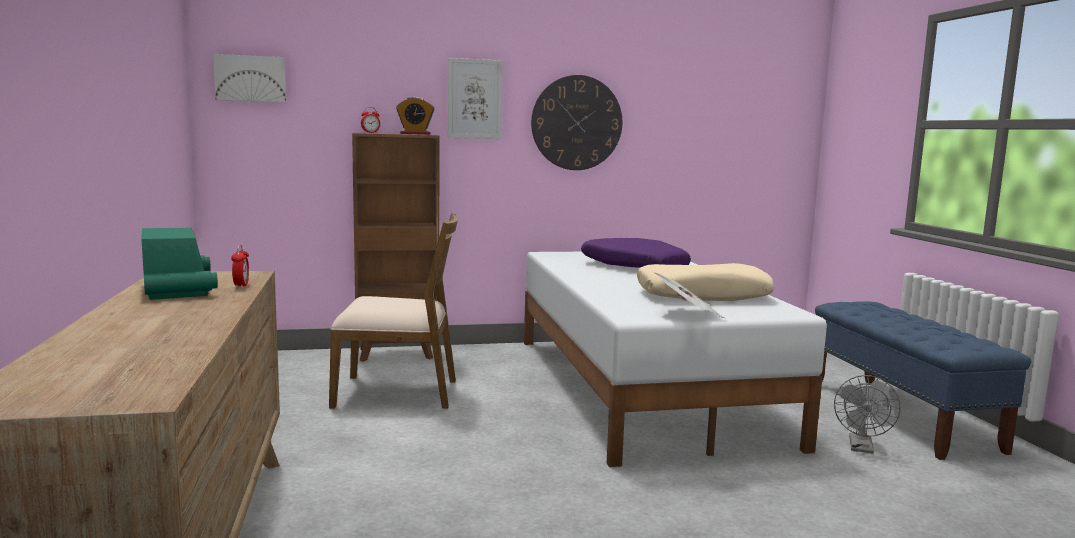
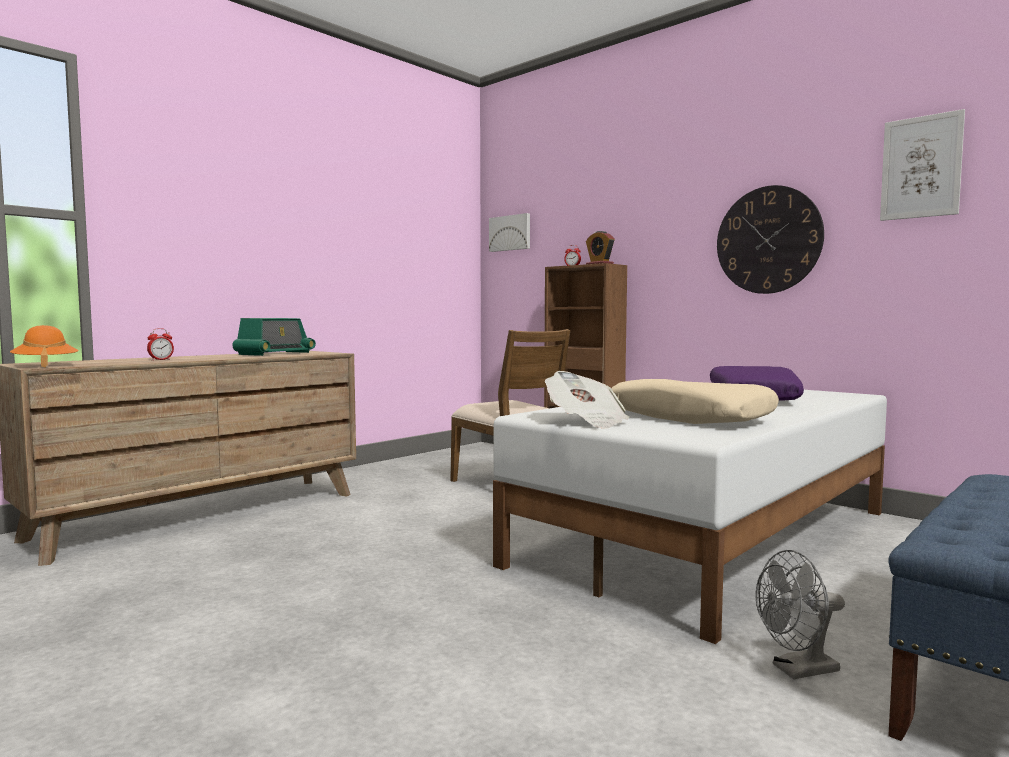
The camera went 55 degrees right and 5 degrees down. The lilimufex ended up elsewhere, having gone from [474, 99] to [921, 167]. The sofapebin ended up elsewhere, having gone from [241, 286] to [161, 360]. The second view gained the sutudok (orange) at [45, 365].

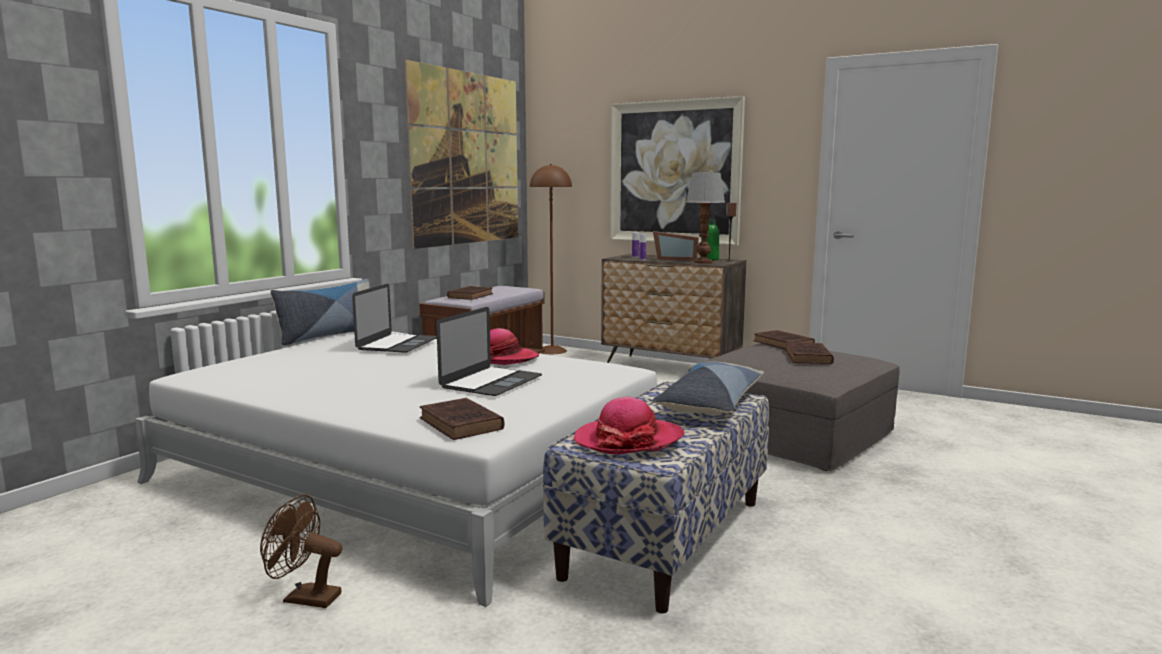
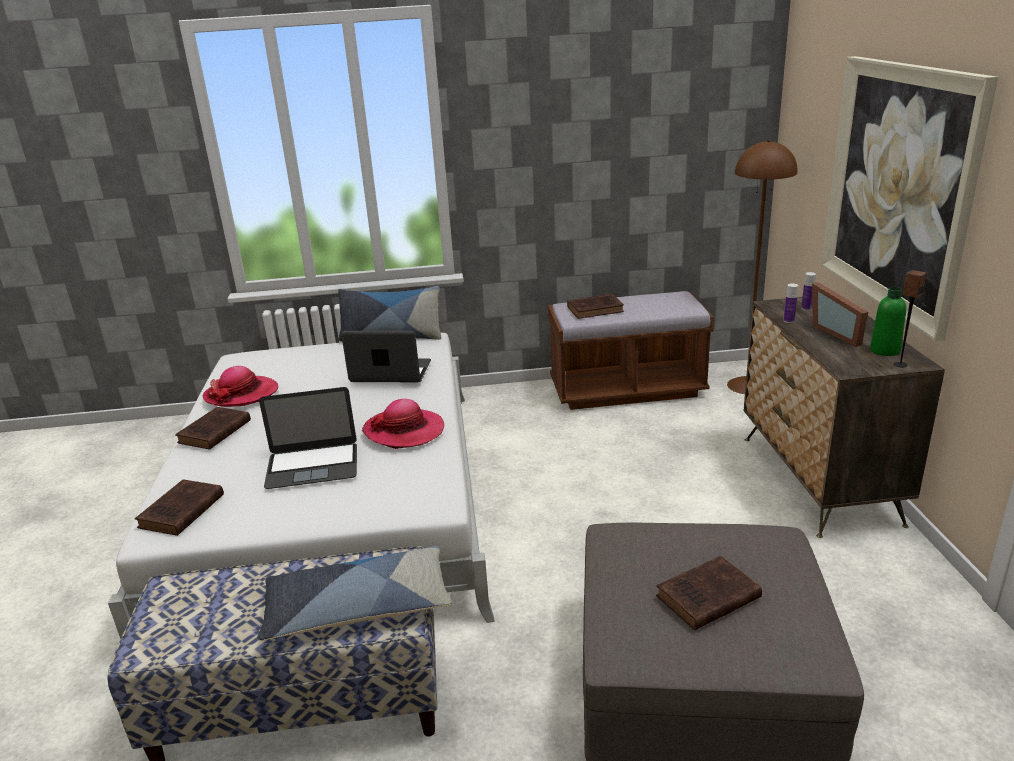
The camera went 55 degrees right and 15 degrees up. The second view lost the lilimufex at [467, 159]. The second view lost the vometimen at [703, 263]. The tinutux at [397, 343] ended up facing another way, 150 degrees counterclockwise from before. The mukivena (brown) ended up elsewhere, having gone from [784, 344] to [213, 433]. The sutudok ended up elsewhere, having gone from [628, 440] to [241, 394]. The second view lost the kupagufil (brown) at [304, 598].

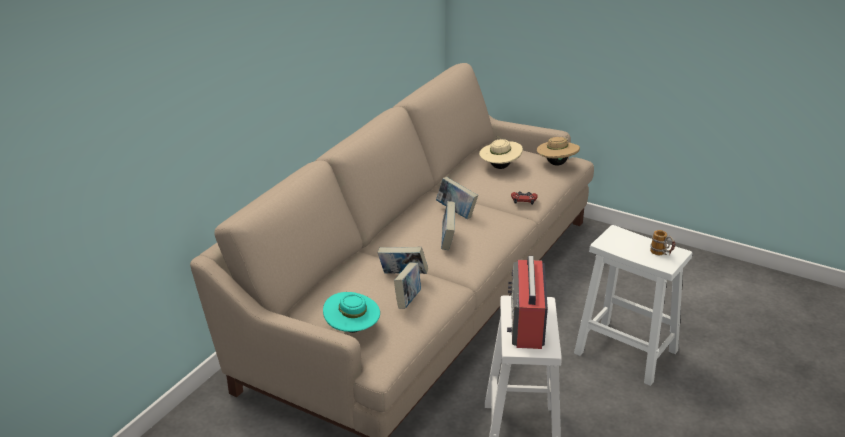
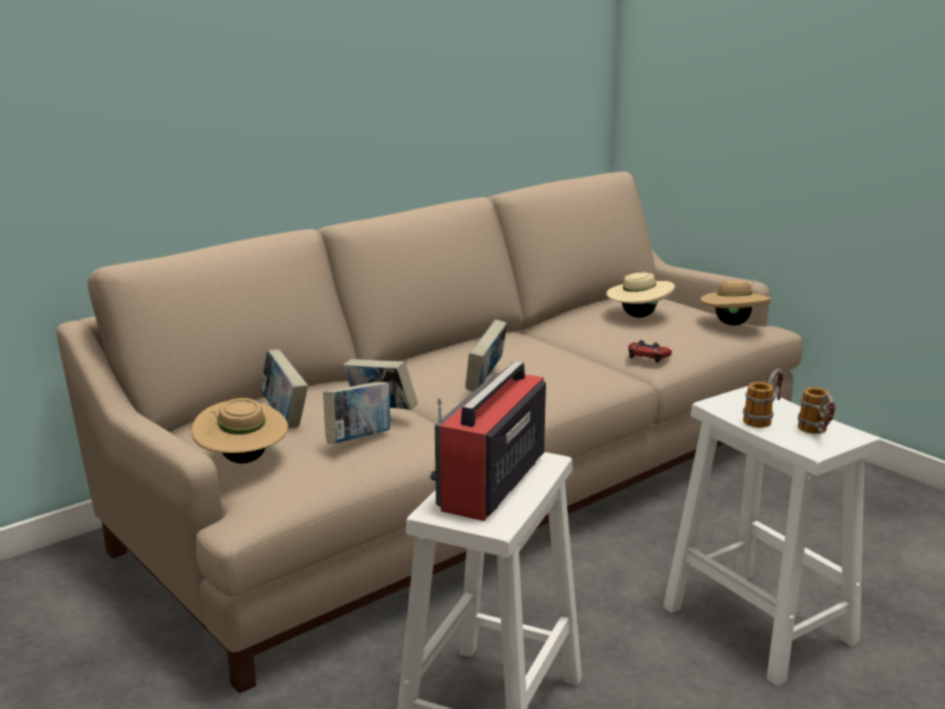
The camera went 20 degrees right and 10 degrees down. The mukivena ended up elsewhere, having gone from [456, 212] to [285, 416]. What was the sutudok (turquoise) at [352, 329] turned into the sutudok (beige) at [243, 460]. The second view gained the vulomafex at [763, 418].

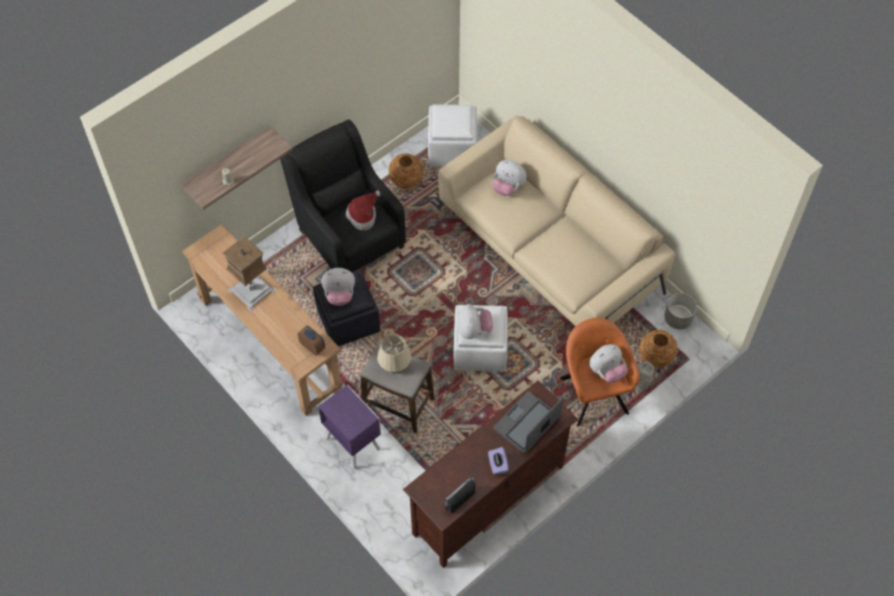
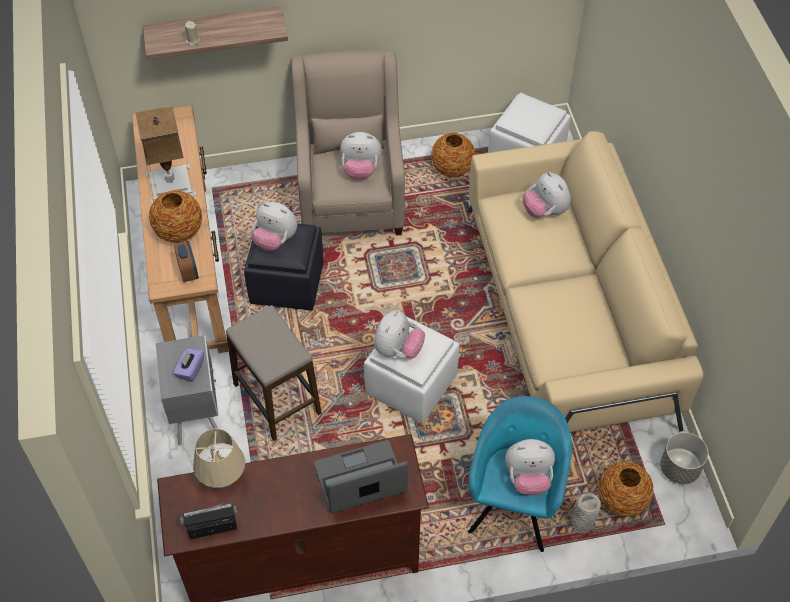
The camera went 30 degrees right and 5 degrees down. What was the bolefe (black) at [349, 235] turned into the bolefe (beige) at [351, 196]. Where the sutudok stood at [363, 215], the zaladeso came to stand at [360, 170]. What was the bolefe (orange) at [593, 392] turned into the bolefe (turquoise) at [514, 502]. The vometimen (beige) ended up elsewhere, having gone from [395, 368] to [224, 482]. What was the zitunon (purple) at [353, 442] turned into the zitunon (grey) at [198, 415]. The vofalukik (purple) ended up elsewhere, having gone from [497, 465] to [190, 370]. The second view gained the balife at [179, 232].

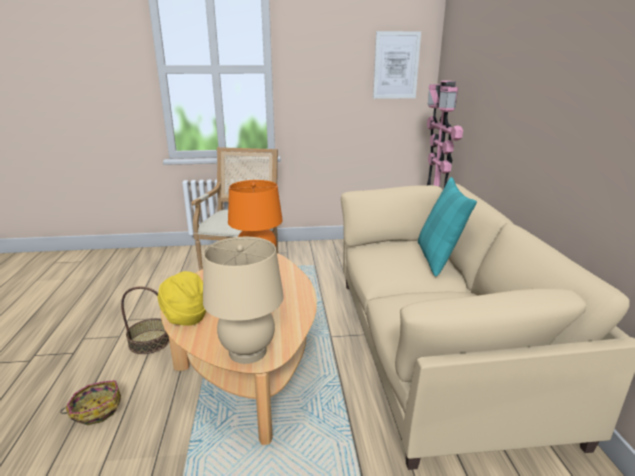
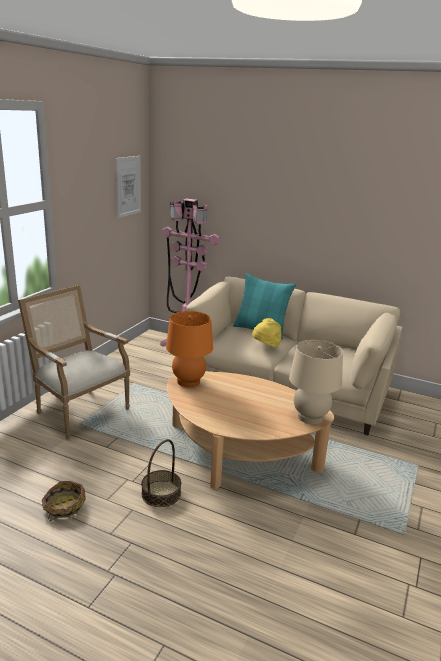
The camera went 60 degrees left and 0 degrees up. The sutudok (yellow) ended up elsewhere, having gone from [185, 317] to [266, 347]. The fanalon ended up elsewhere, having gone from [96, 409] to [64, 507].

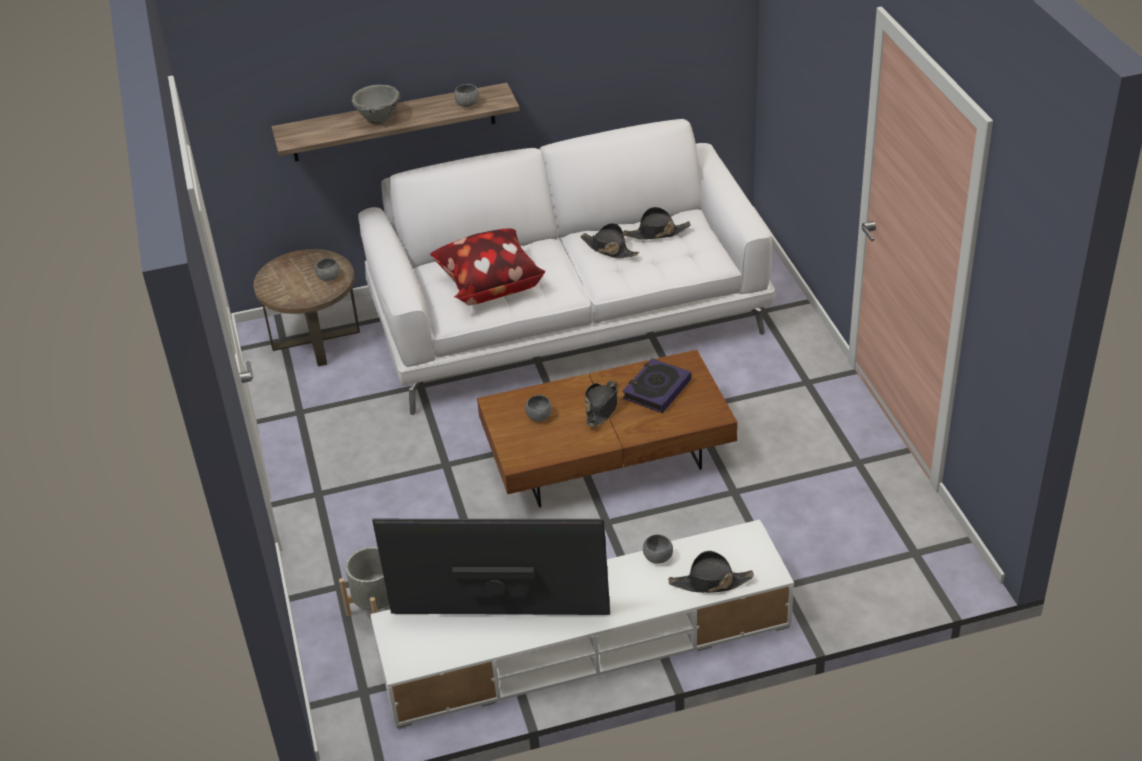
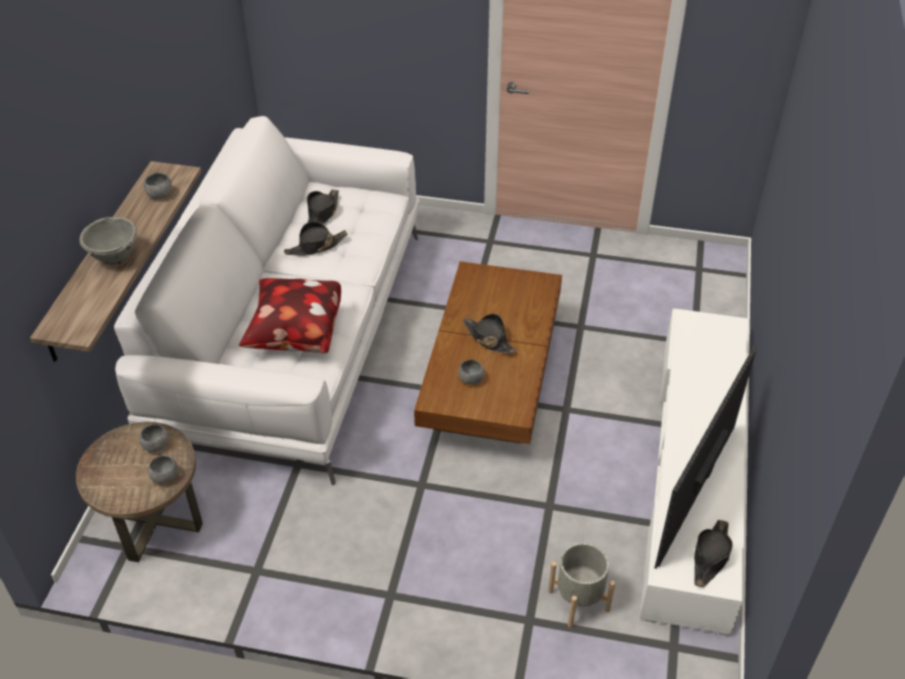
The camera went 65 degrees left and 5 degrees up. The second view lost the mukivena at [656, 389]. The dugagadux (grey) ended up elsewhere, having gone from [658, 558] to [165, 477]. The sutudok (black) ended up elsewhere, having gone from [710, 582] to [710, 556].

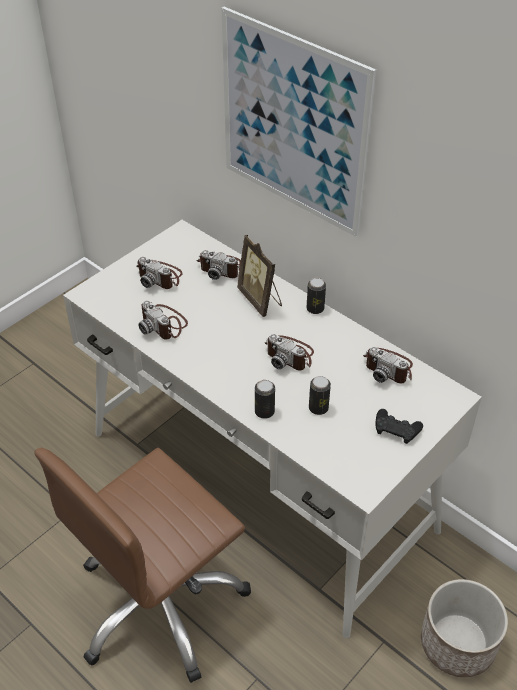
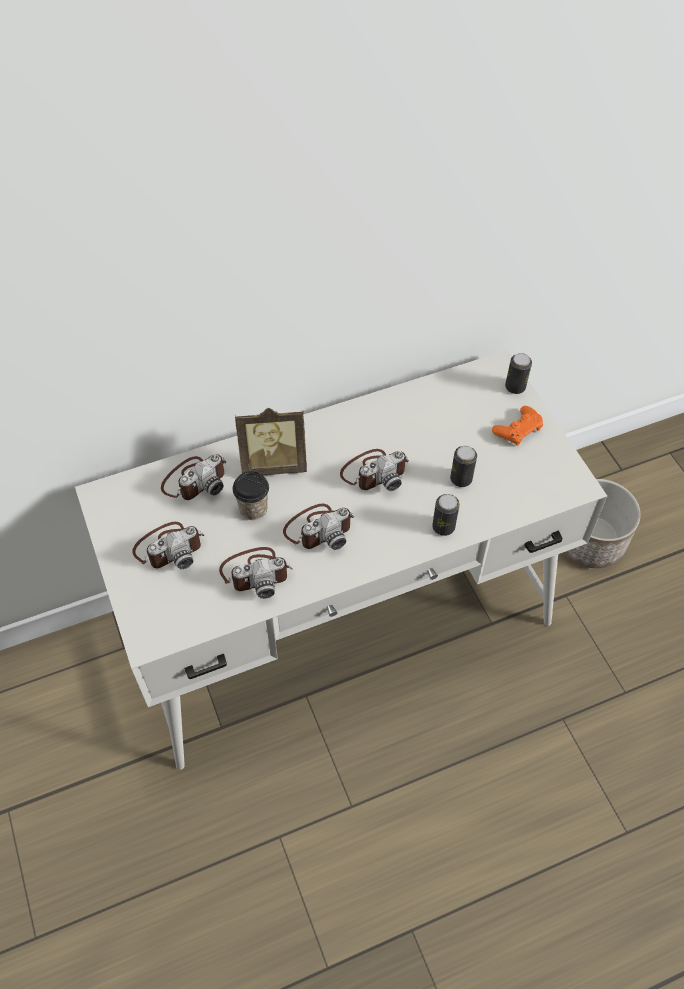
The camera went 65 degrees left and 10 degrees up. The second view lost the lilimufex at [293, 124]. The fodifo ended up elsewhere, having gone from [315, 309] to [515, 387]. The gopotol ended up elsewhere, having gone from [388, 367] to [319, 528]. What was the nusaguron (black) at [396, 429] turned into the nusaguron (orange) at [518, 429]. The second view lost the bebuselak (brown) at [161, 603]. The second view gained the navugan at [253, 509].

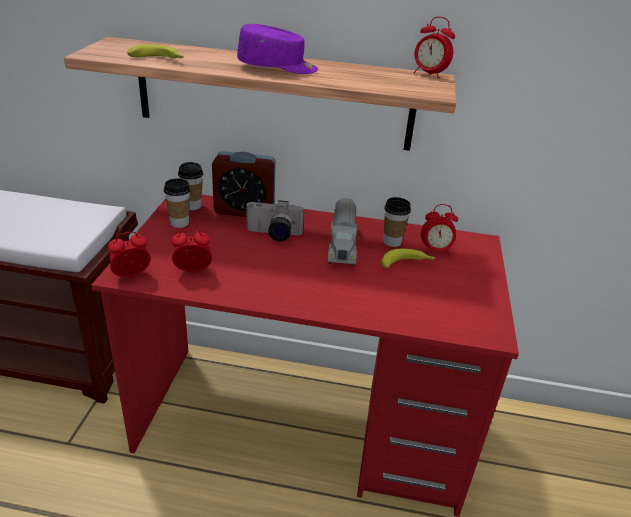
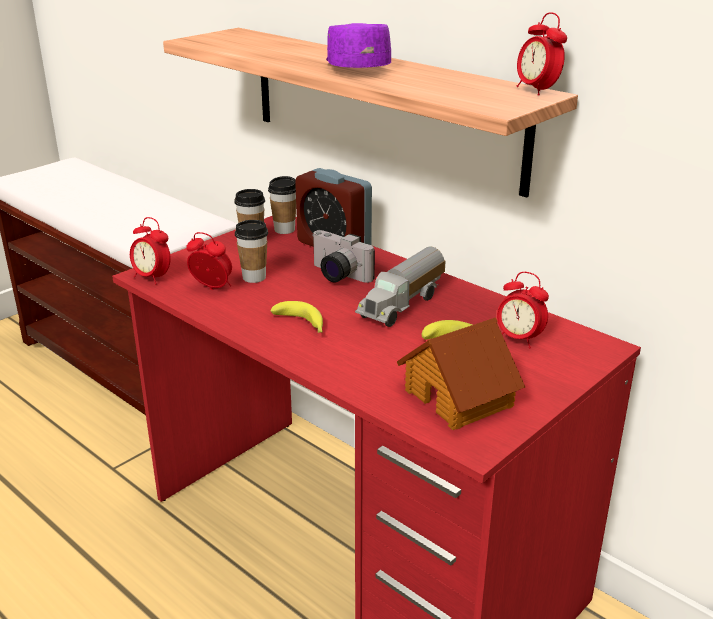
The camera went 35 degrees right and 5 degrees down. The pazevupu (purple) at [277, 67] ended up facing another way, 135 degrees counterclockwise from before. The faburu ended up elsewhere, having gone from [158, 59] to [302, 325]. The navugan ended up elsewhere, having gone from [392, 242] to [254, 277]. The sofapebin at [131, 276] ended up facing another way, 150 degrees counterclockwise from before. The second view gained the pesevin at [460, 397].

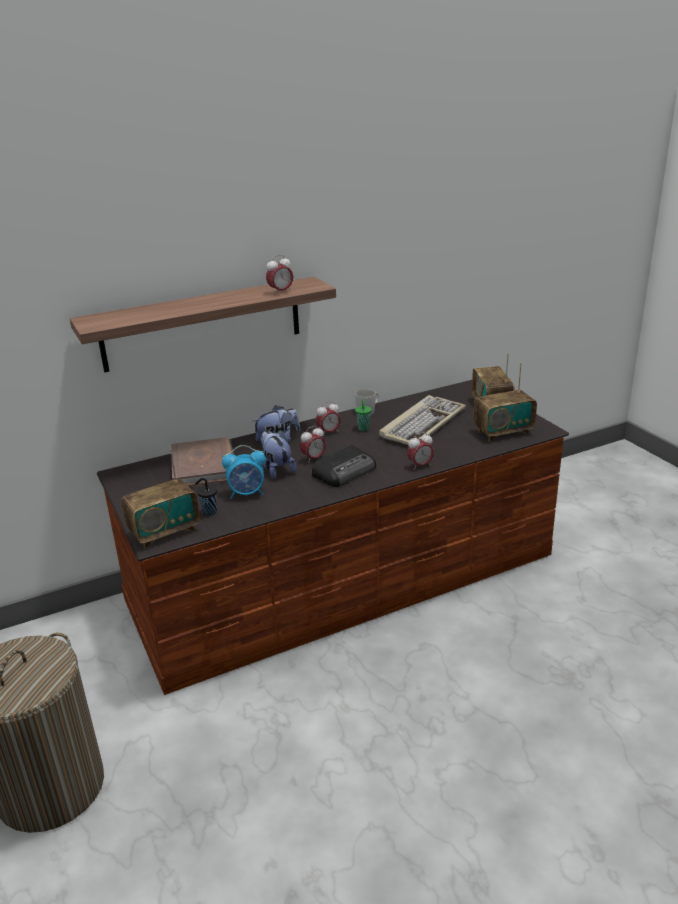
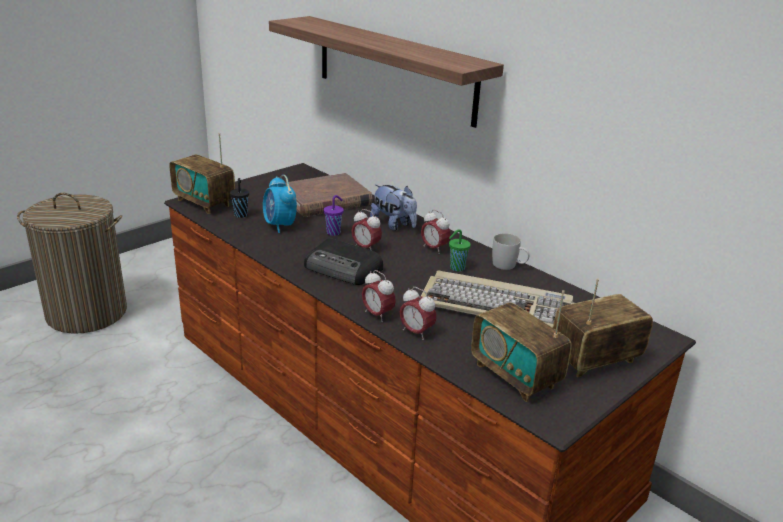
The camera went 70 degrees right and 0 degrees up. The sofapebin ended up elsewhere, having gone from [280, 292] to [416, 332]. Where the zaladeso stood at [276, 469], the navugan (purple) came to stand at [334, 232].

